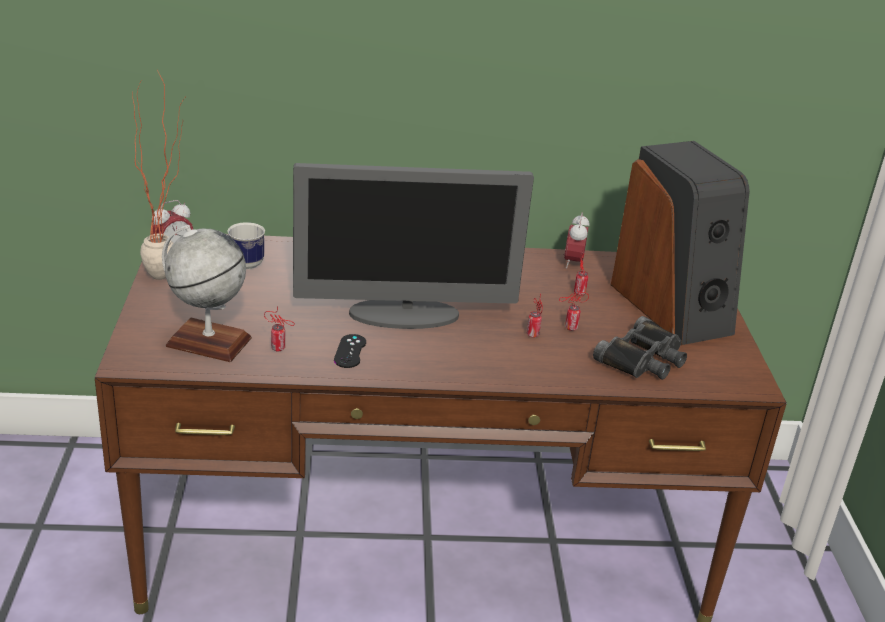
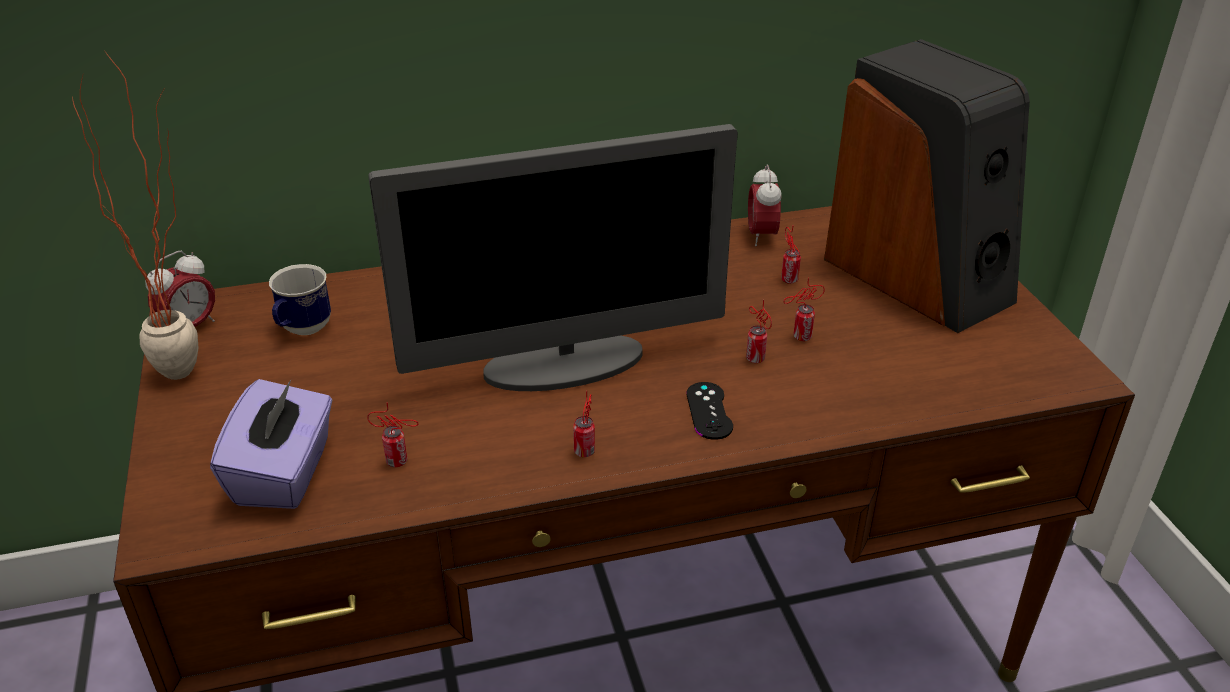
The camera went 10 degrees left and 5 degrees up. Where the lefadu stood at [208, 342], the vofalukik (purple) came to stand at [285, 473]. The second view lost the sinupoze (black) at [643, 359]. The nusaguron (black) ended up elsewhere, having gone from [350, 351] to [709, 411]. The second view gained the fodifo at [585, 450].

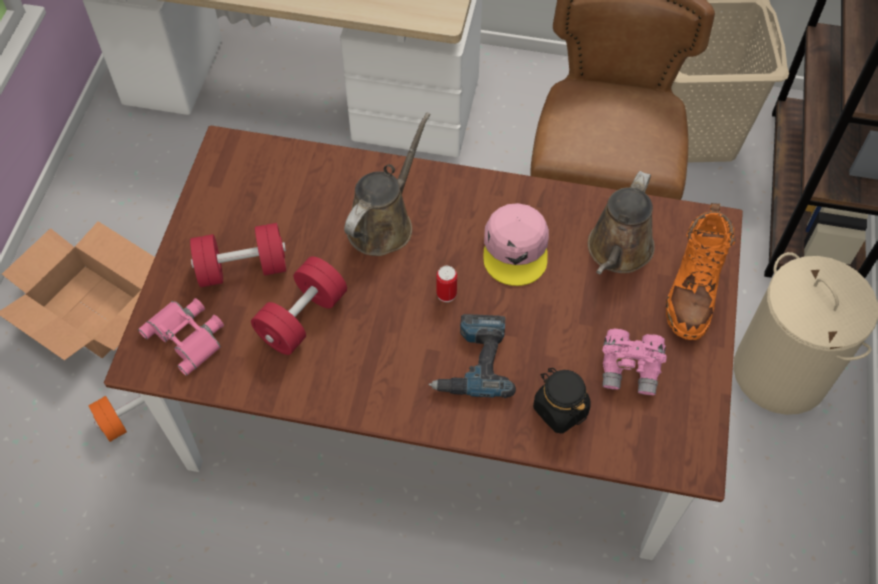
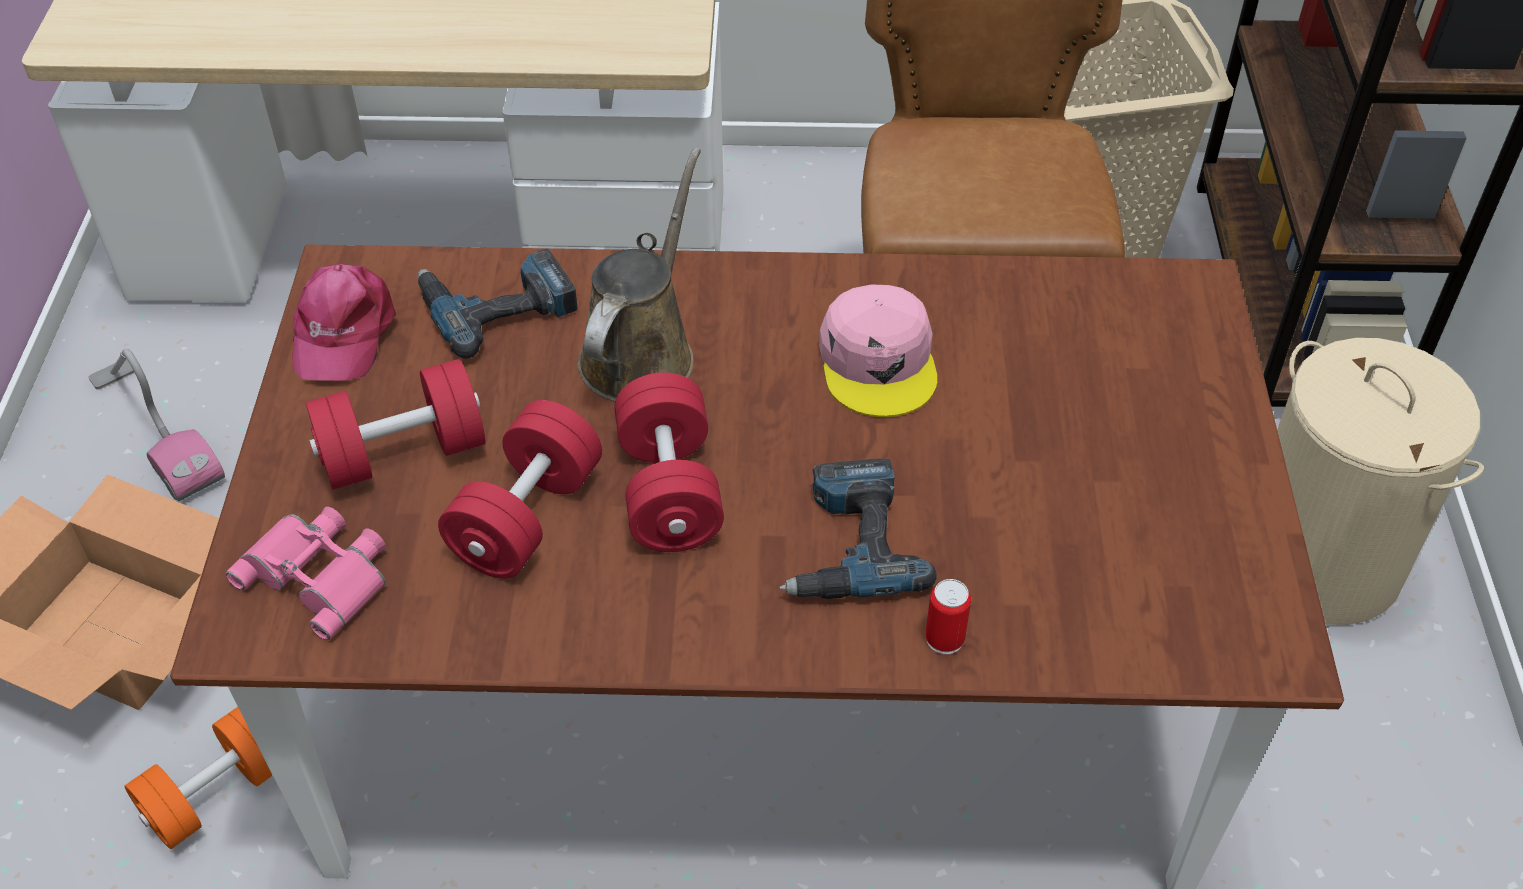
The camera went 10 degrees left and 10 degrees down. The second view lost the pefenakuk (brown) at [618, 252]. The second view lost the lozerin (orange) at [693, 291]. The fodifo ended up elsewhere, having gone from [446, 294] to [944, 639]. The second view lost the sinupoze (pink) at [630, 369]. The second view lost the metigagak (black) at [560, 409]. The second view gained the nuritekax at [497, 305]. The second view gained the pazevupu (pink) at [342, 332]. The second view gained the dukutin at [156, 430]. The second view gained the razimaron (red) at [669, 491].

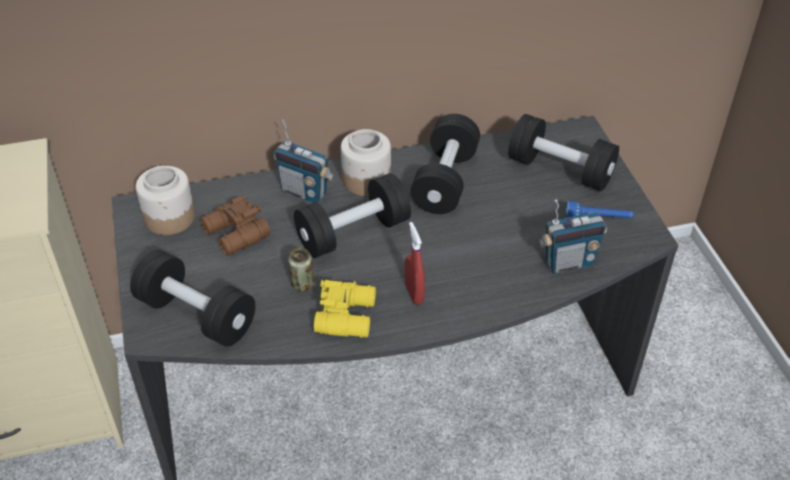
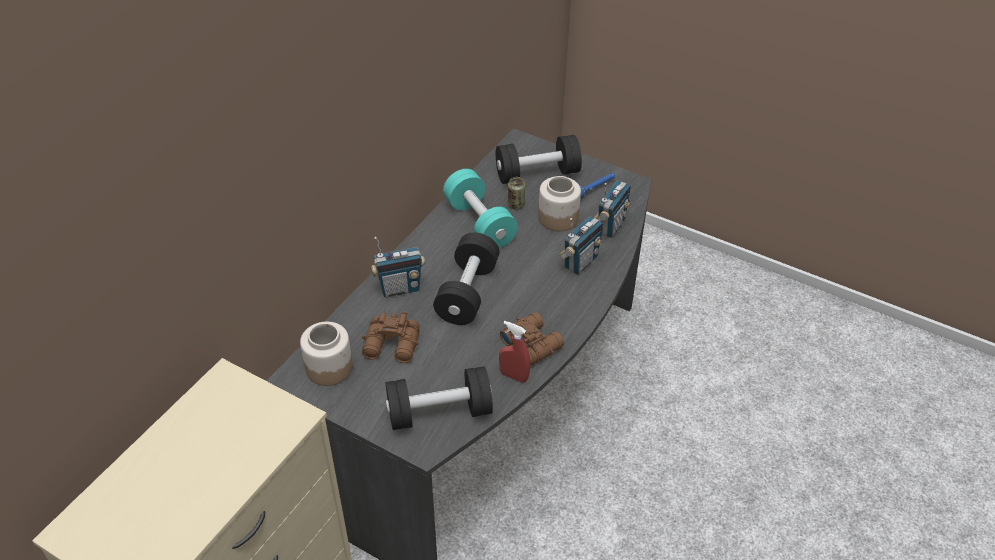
The camera went 45 degrees left and 0 degrees up. What was the razimaron (black) at [445, 181] turned into the razimaron (turquoise) at [479, 223]. The metigagak ended up elsewhere, having gone from [366, 180] to [557, 218]. The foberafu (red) ended up elsewhere, having gone from [414, 294] to [514, 376]. The fodifo ended up elsewhere, having gone from [302, 284] to [516, 205]. What was the sinupoze (yellow) at [347, 315] turned into the sinupoze (brown) at [531, 343]. The second view gained the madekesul at [580, 262].

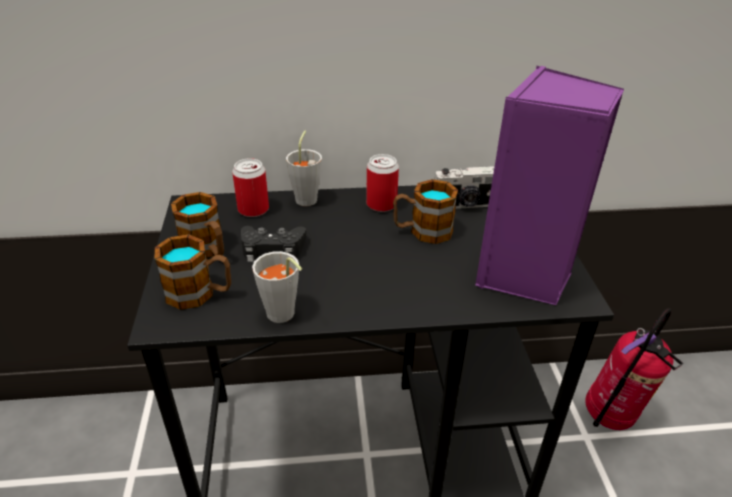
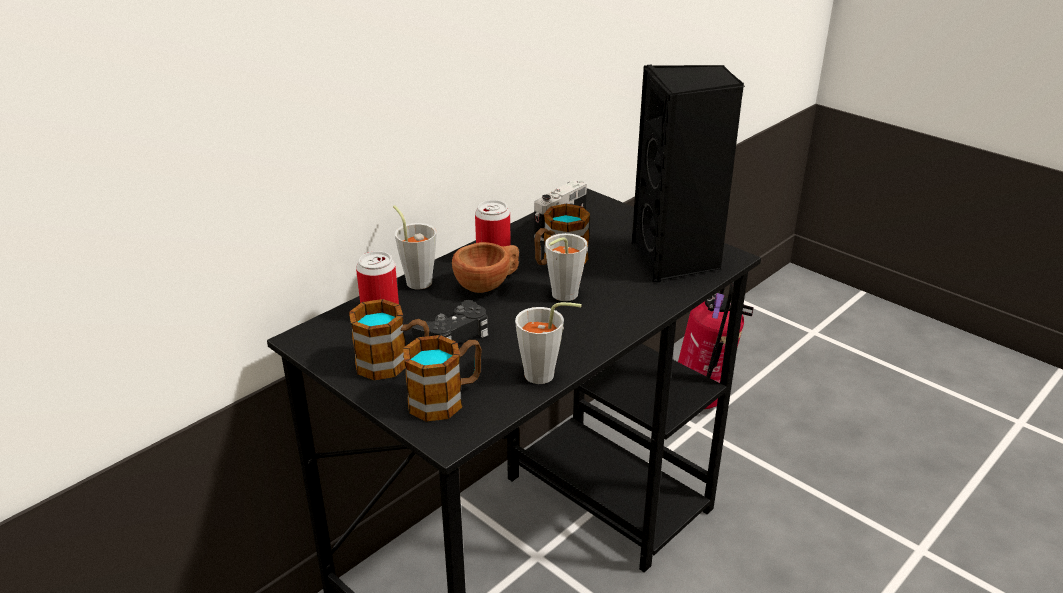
The camera went 40 degrees left and 5 degrees down. What was the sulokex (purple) at [524, 276] turned into the sulokex (black) at [676, 260]. The second view gained the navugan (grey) at [560, 296]. The second view gained the navugan (brown) at [489, 284].

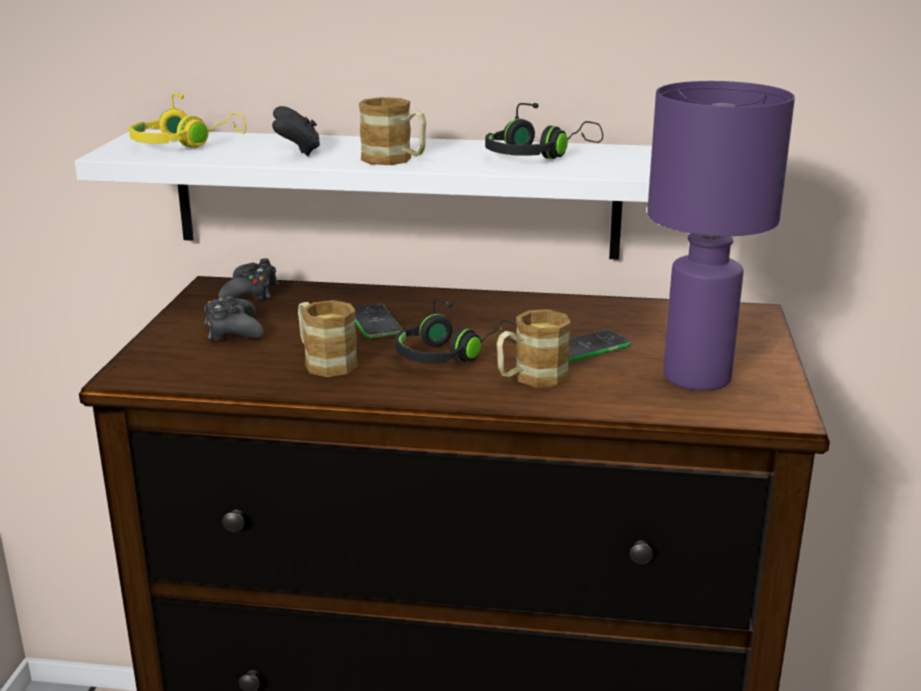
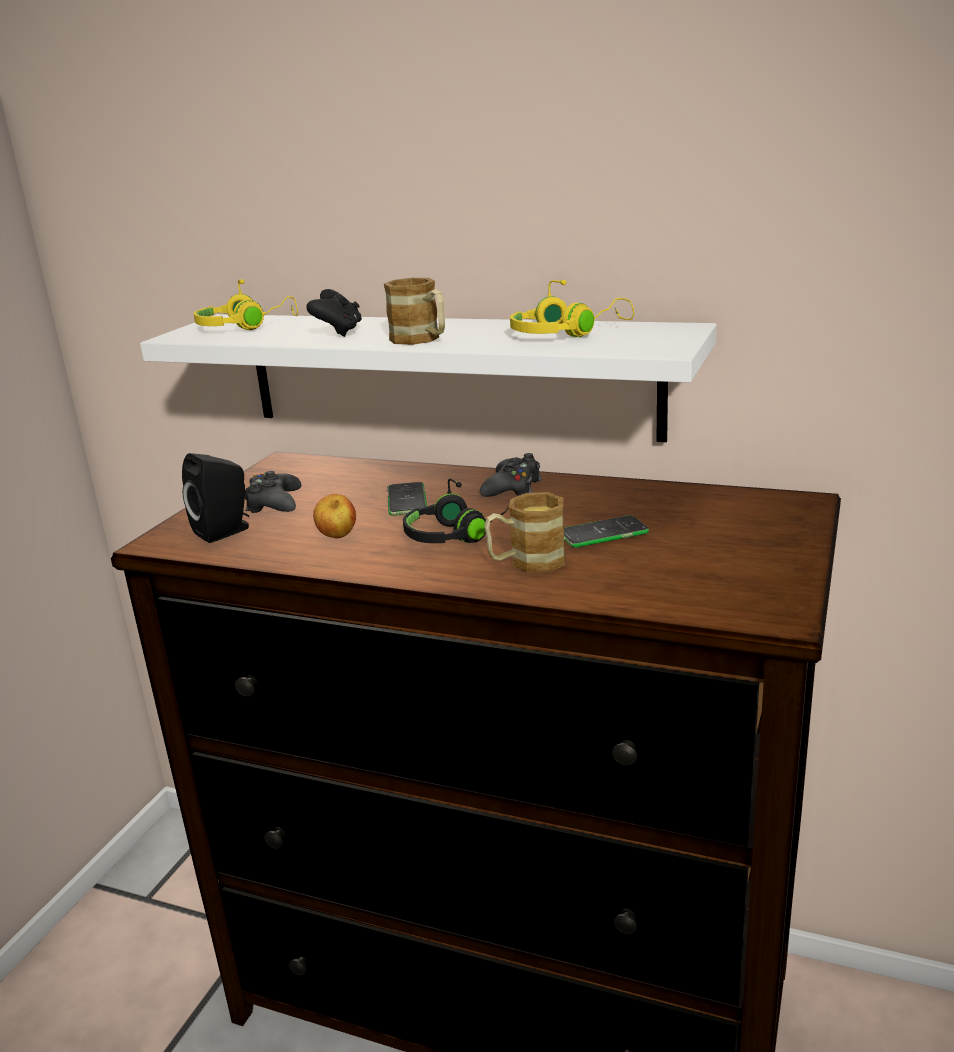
The camera went 15 degrees right and 0 degrees up. The second view lost the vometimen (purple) at [697, 376]. What was the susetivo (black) at [537, 155] turned into the susetivo (yellow) at [565, 334]. The nusaguron (black) ended up elsewhere, having gone from [250, 292] to [513, 488]. Where the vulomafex stood at [324, 361], the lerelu came to stand at [337, 537]. The second view gained the sulokex (black) at [225, 531].

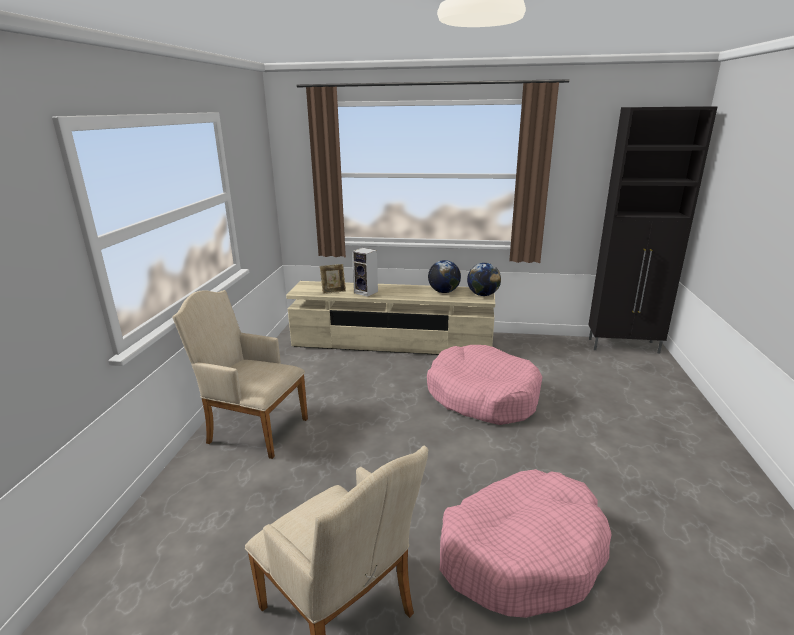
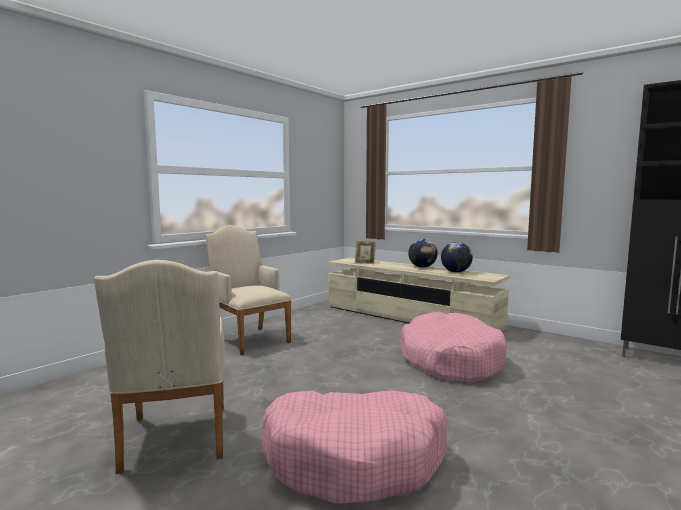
The camera went 30 degrees right and 15 degrees down. The second view lost the sulokex at [367, 292]. The lefadu ended up elsewhere, having gone from [483, 295] to [422, 267].

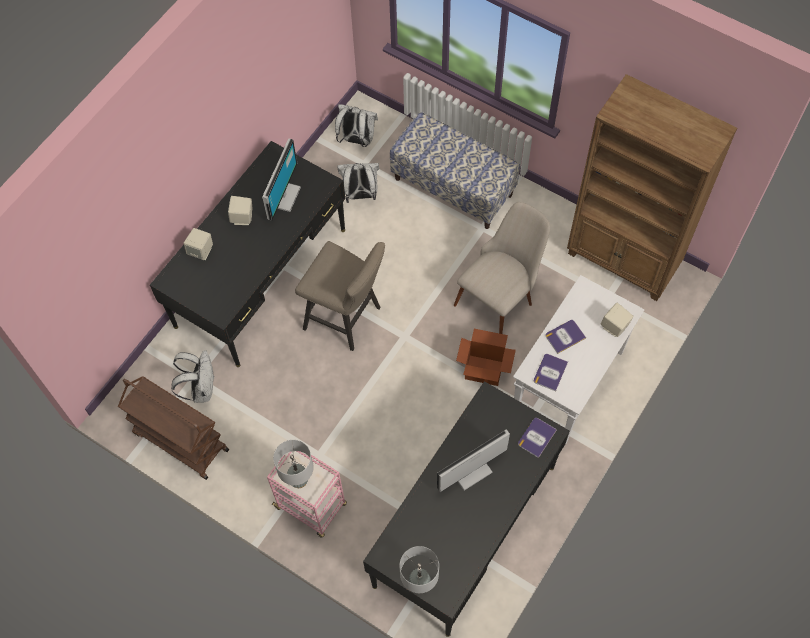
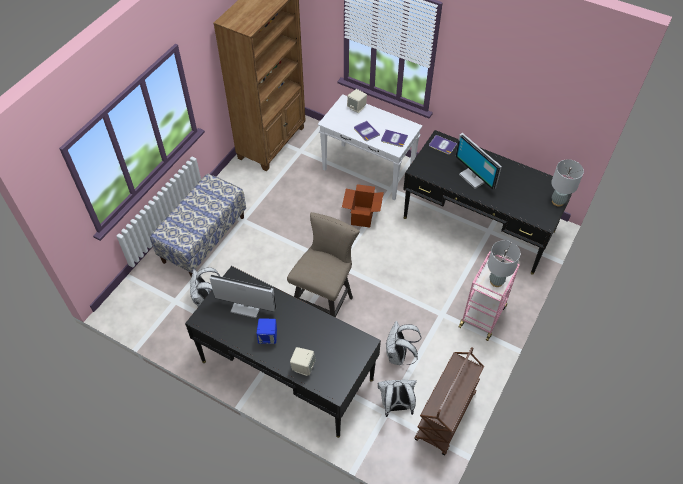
The camera went 95 degrees left and 10 degrees down. The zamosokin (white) ended up elsewhere, having gone from [357, 140] to [398, 356]. What was the sulokex (beige) at [242, 218] turned into the sulokex (blue) at [268, 337]. The second view lost the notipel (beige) at [500, 296].

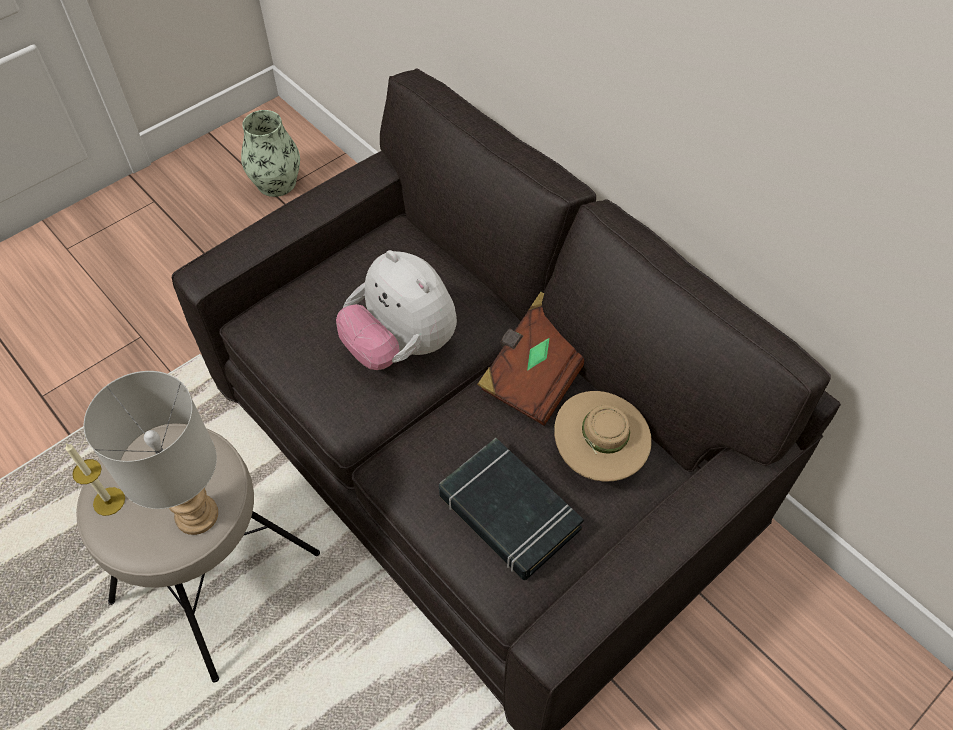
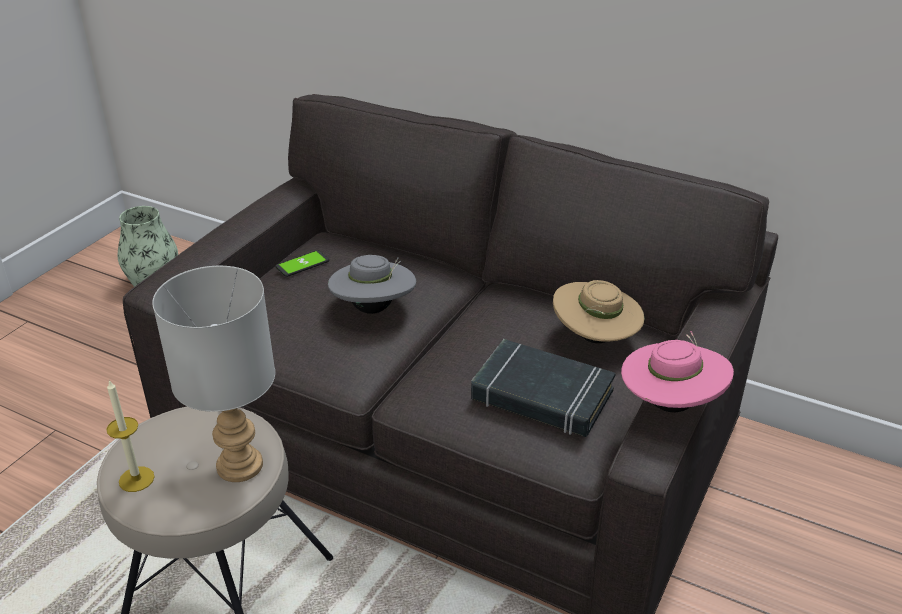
The camera went 20 degrees left and 20 degrees down. Where the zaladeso stood at [401, 346], the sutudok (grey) came to stand at [374, 309]. The second view lost the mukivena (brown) at [538, 371]. The second view gained the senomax at [302, 264]. The second view gained the sutudok (pink) at [670, 404].

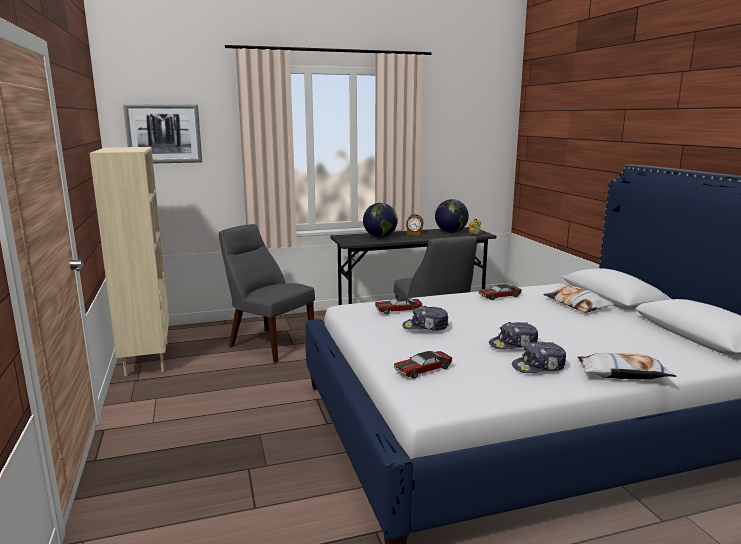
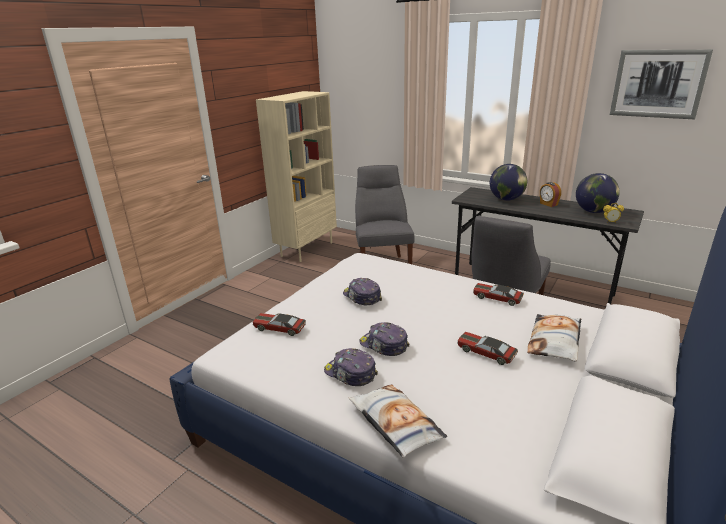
The camera went 50 degrees right and 10 degrees up. The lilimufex ended up elsewhere, having gone from [164, 134] to [658, 84]. The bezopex ended up elsewhere, having gone from [398, 310] to [486, 352].

